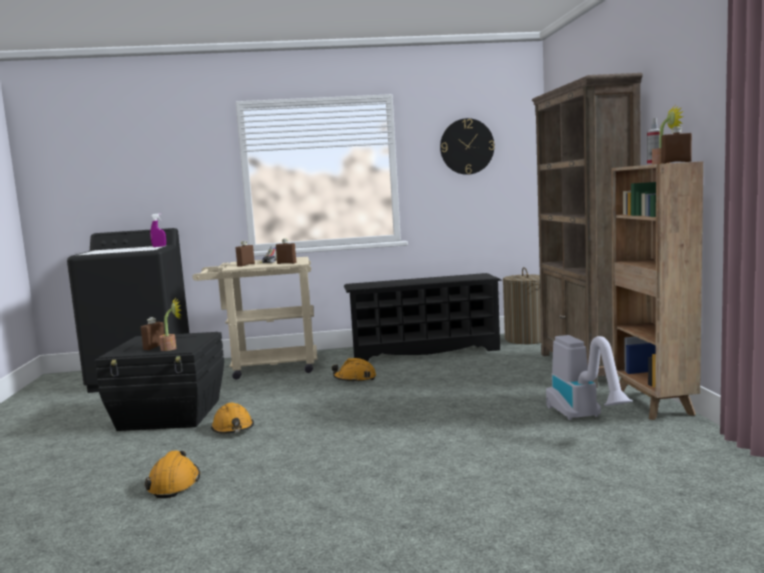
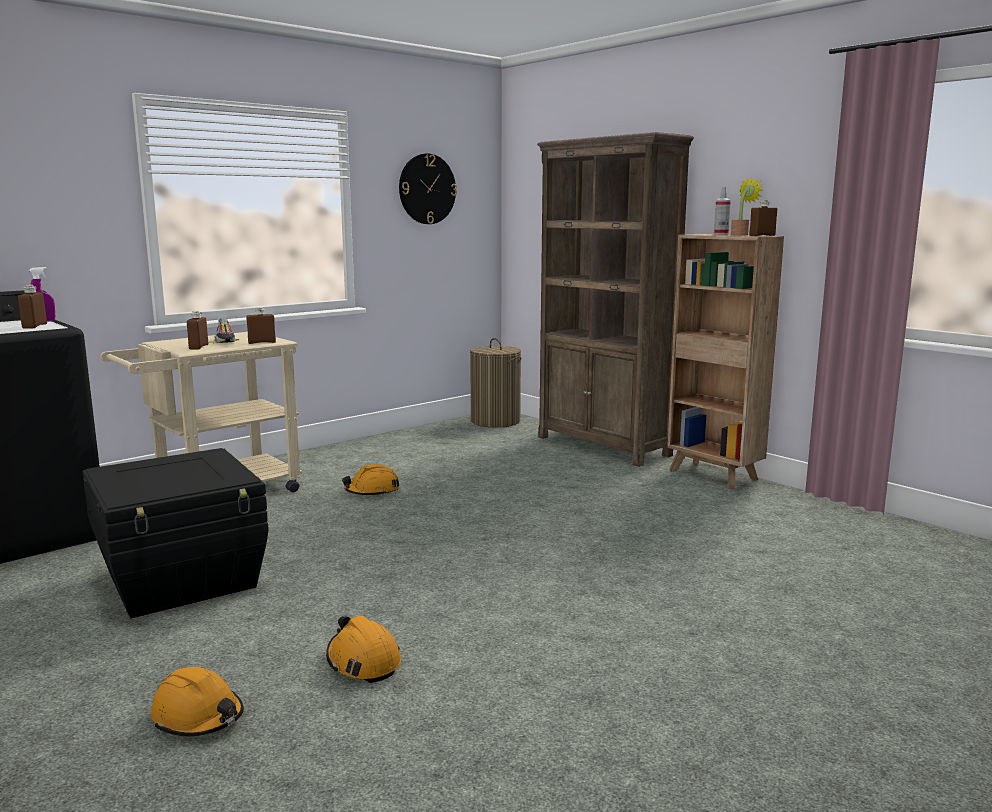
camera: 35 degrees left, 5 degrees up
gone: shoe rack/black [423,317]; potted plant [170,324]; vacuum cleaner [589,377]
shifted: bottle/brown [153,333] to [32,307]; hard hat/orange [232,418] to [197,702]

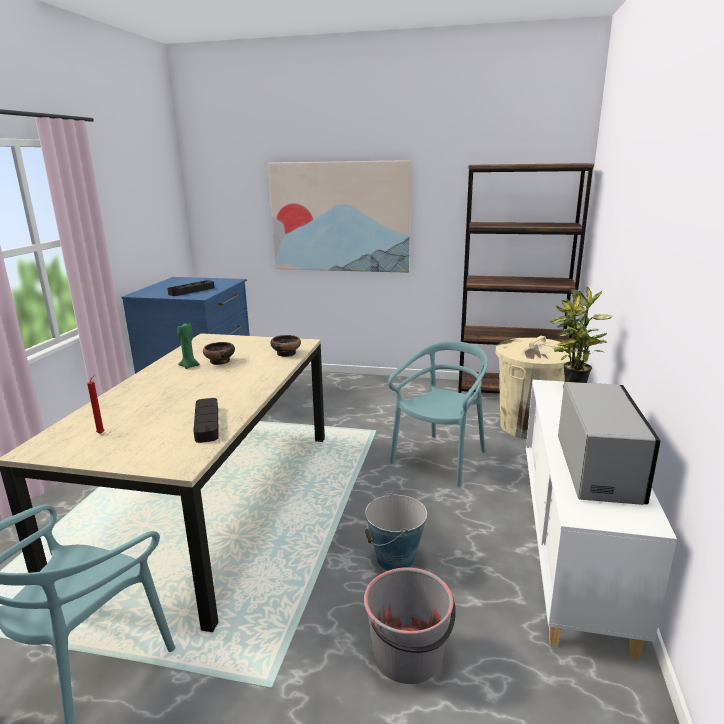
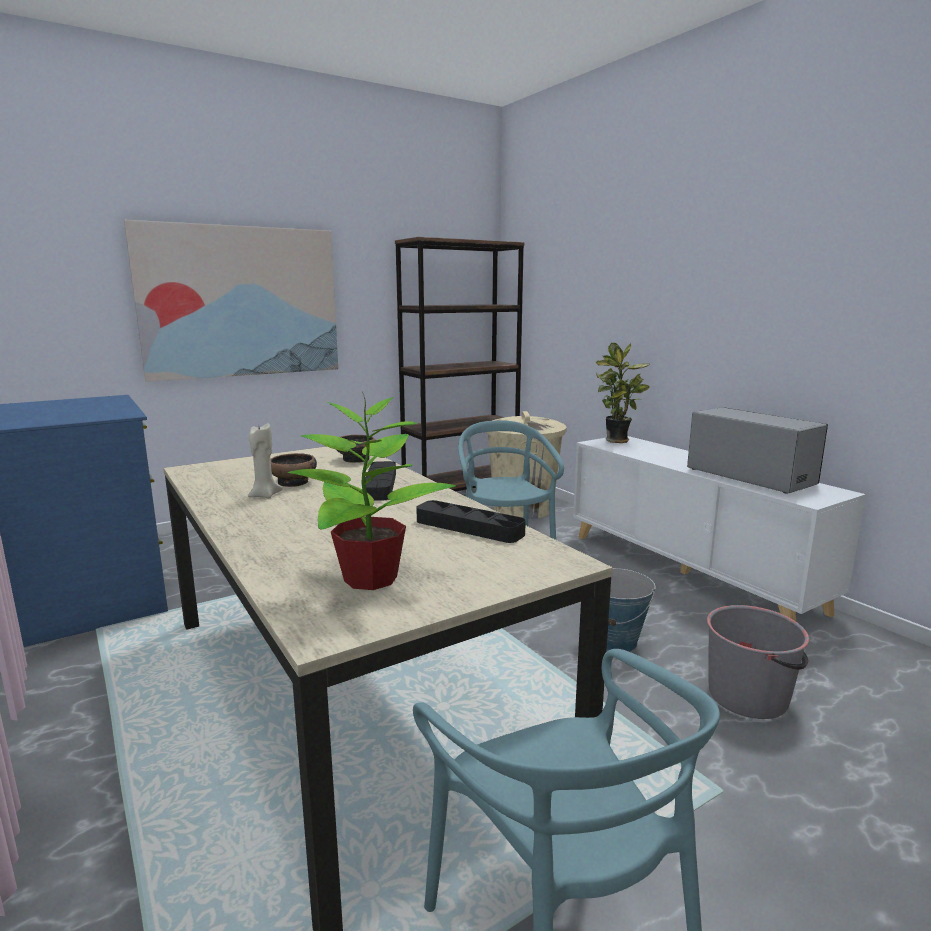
camera: 45 degrees left, 5 degrees down
shifted: tray/black [190,288] to [380,481]
swapped: candle/red [95,404] to potted plant [372,491]
repainted: candle/green [188,345] to candle/beige [265,461]

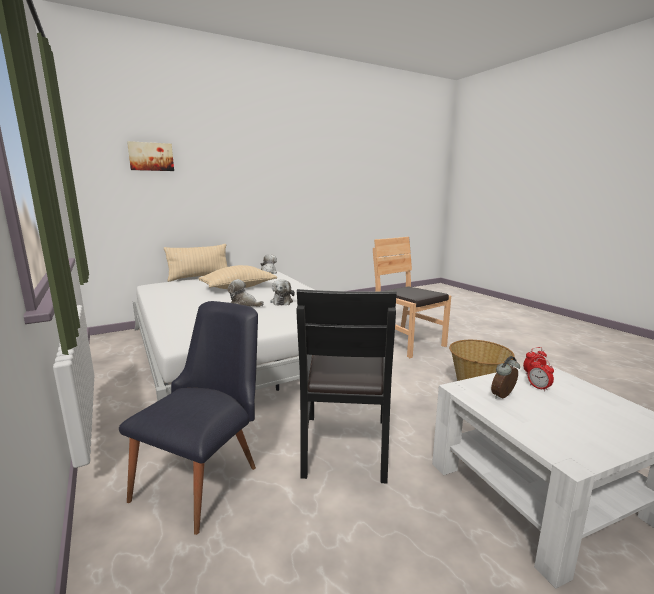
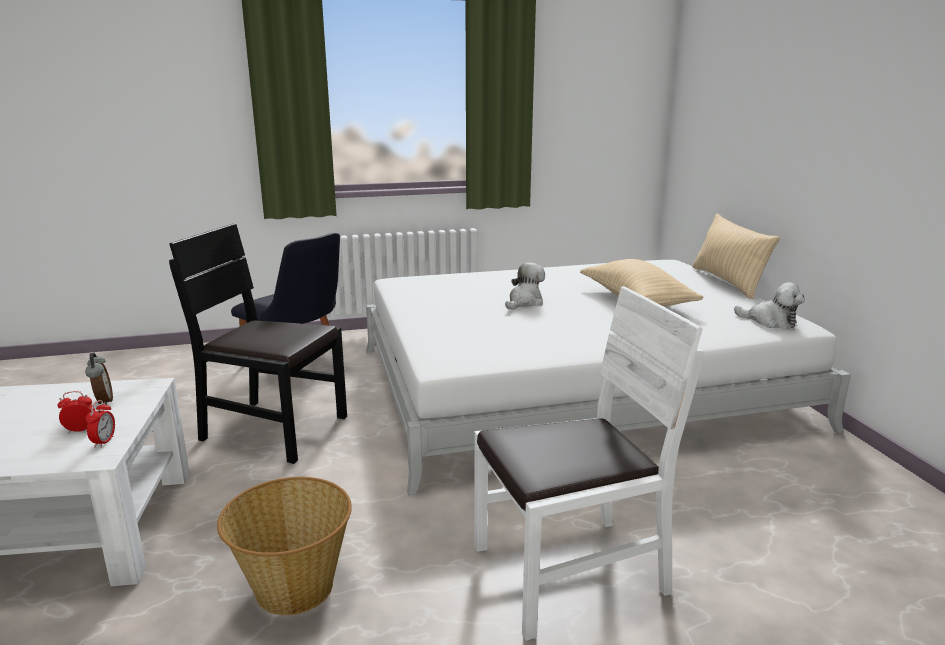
camera: 105 degrees right, 5 degrees up
gone: picture [150,156]; plush toy [282,292]
repainted: chair/brown [412,297] to chair/white [589,463]

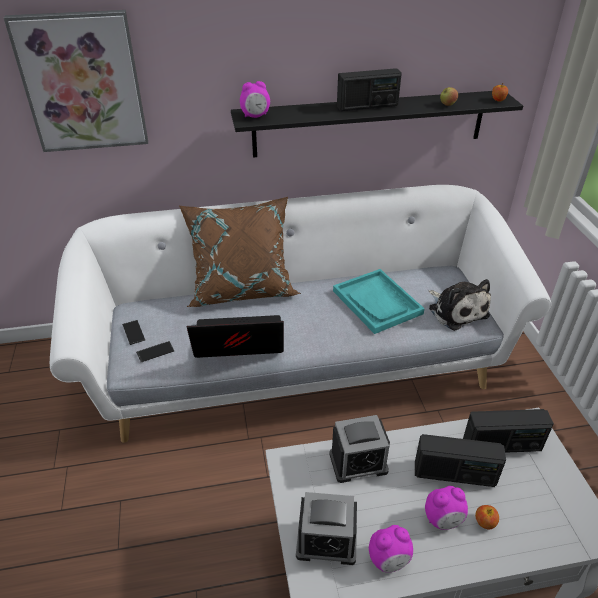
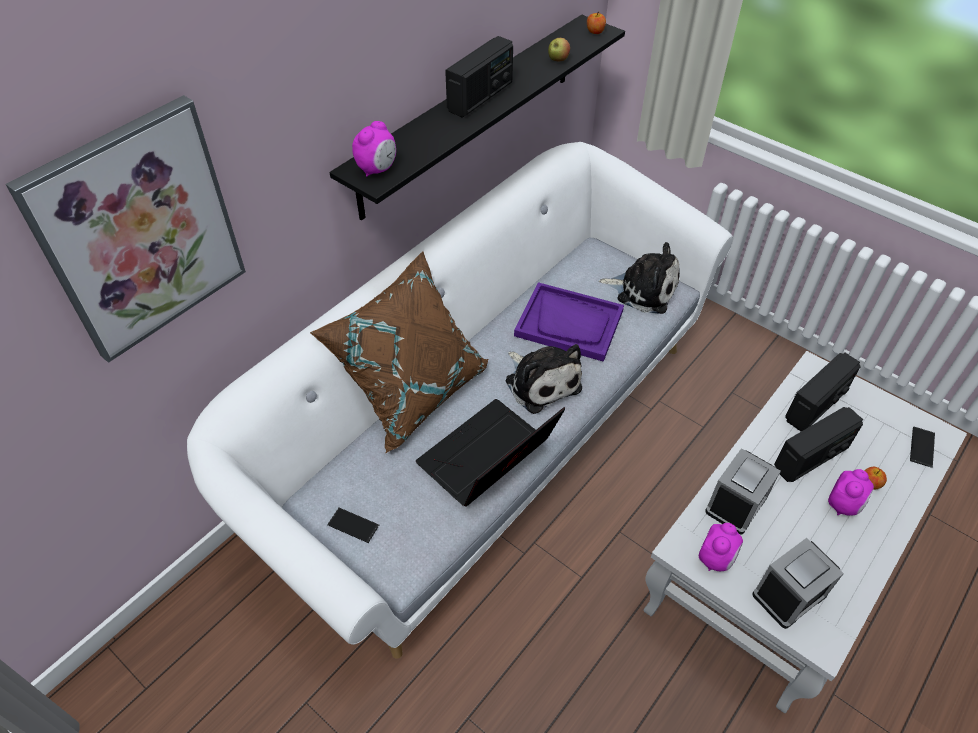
camera: 40 degrees left, 10 degrees up
new: plush toy [543,379]
shifted: phone [155,351] to [922,447]; alarm clock [391,548] to [721,547]
repainted: tray/turquoise [379,301] to tray/purple [569,322]

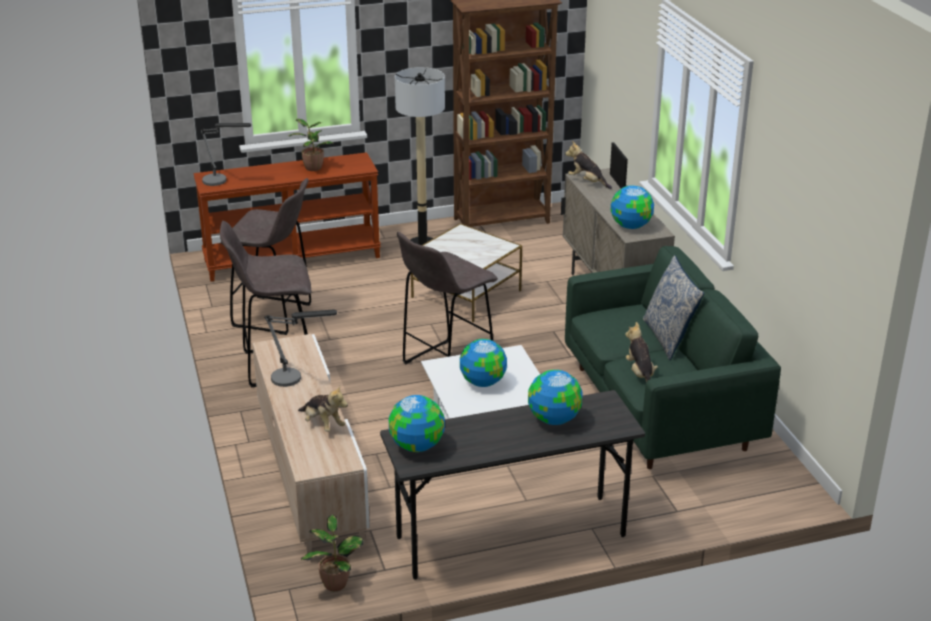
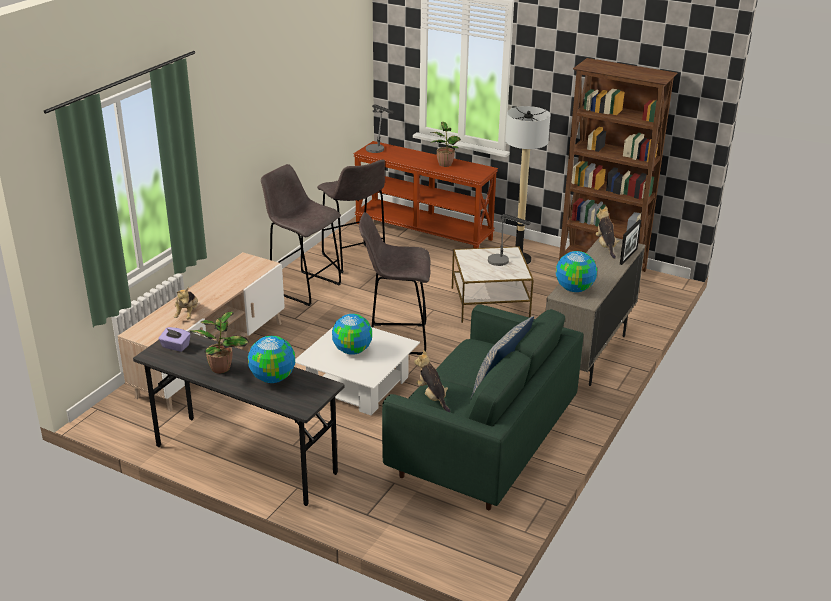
camera: 45 degrees right, 0 degrees up
shifted: table lamp [300,348] to [509,240]; potted plant [332,553] to [219,342]
swapped: globe [417,423] to tissue box/purple [174,339]
rotated: plush toy [641,352] = [432,381] 60 degrees counterclockwise

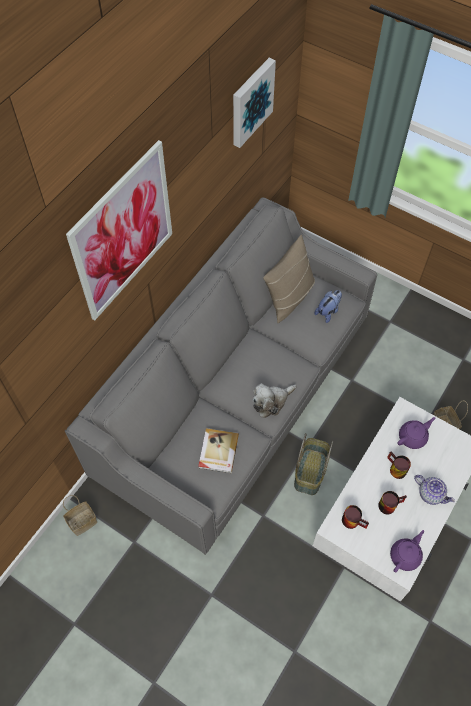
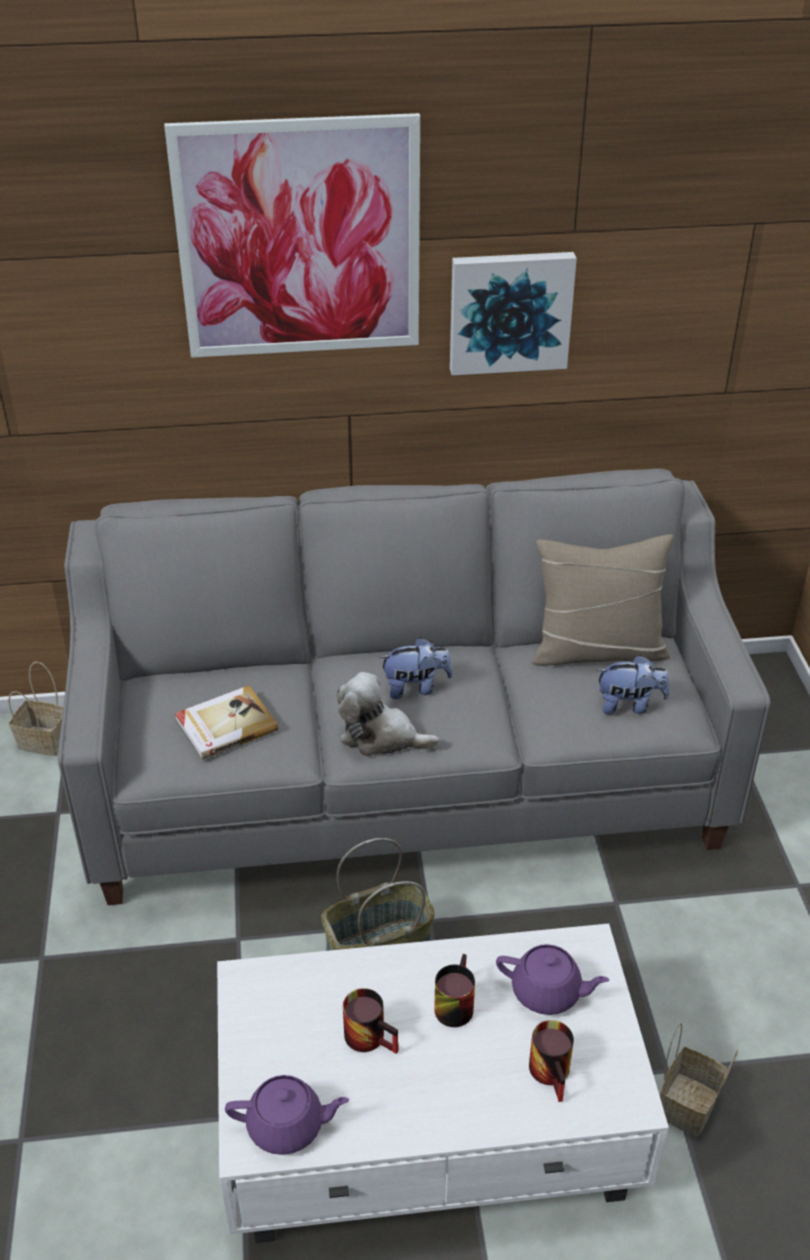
camera: 50 degrees right, 20 degrees down
gone: teapot [434,490]
new: plush toy [416,668]
shifted: picture [254,103] to [513,313]; mug [355,517] to [551,1061]

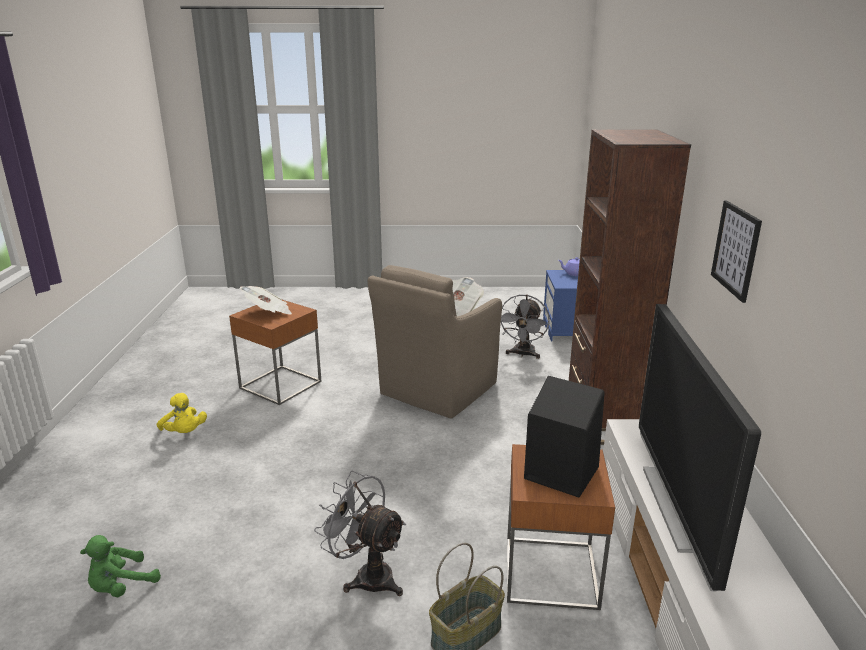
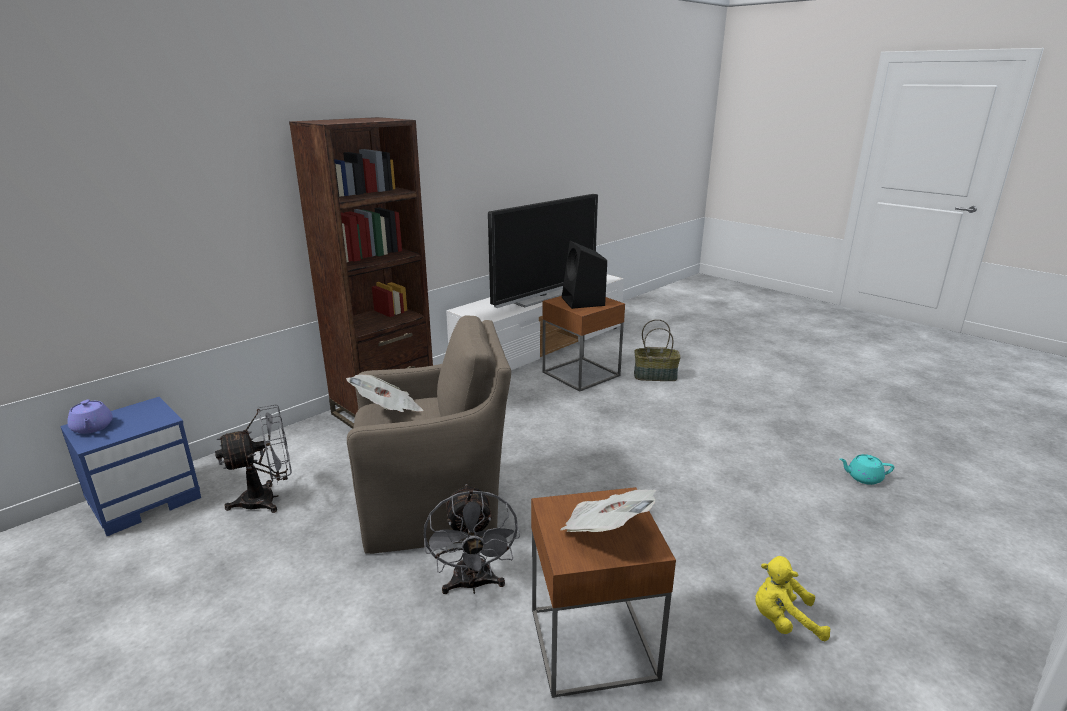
camera: 135 degrees left, 0 degrees up
gone: picture [736,252]
shifted: fan/grey [360,533] to [472,539]
swapped: plush toy/green [120,566] to teapot/turquoise [867,469]
rotated: plush toy/yellow [182,413] = [792,598] 90 degrees counterclockwise

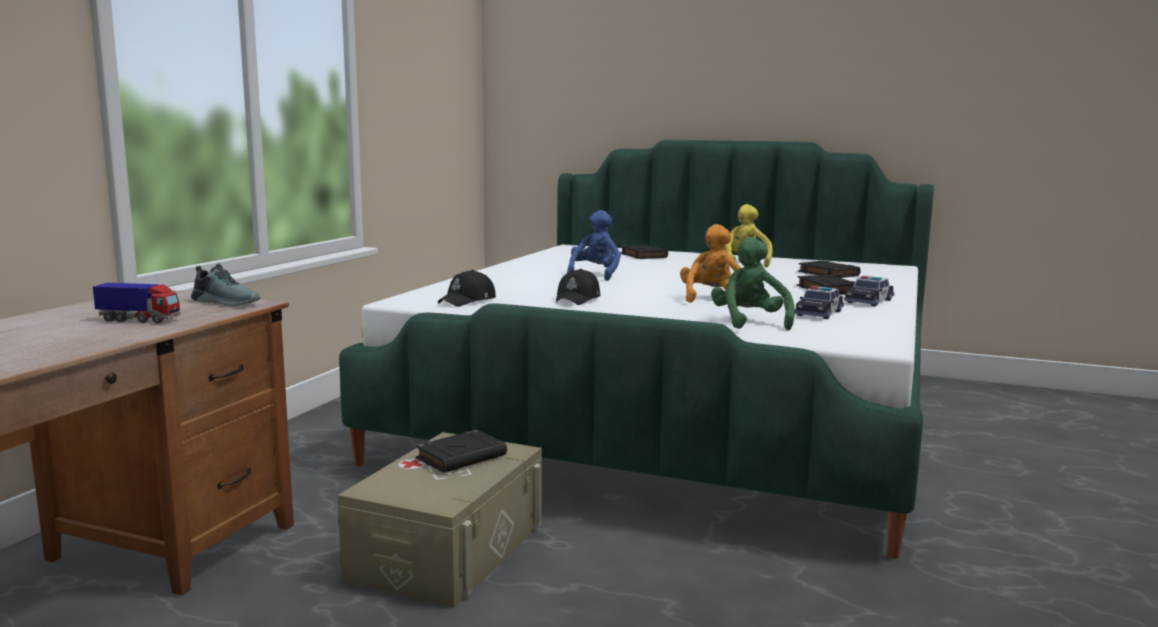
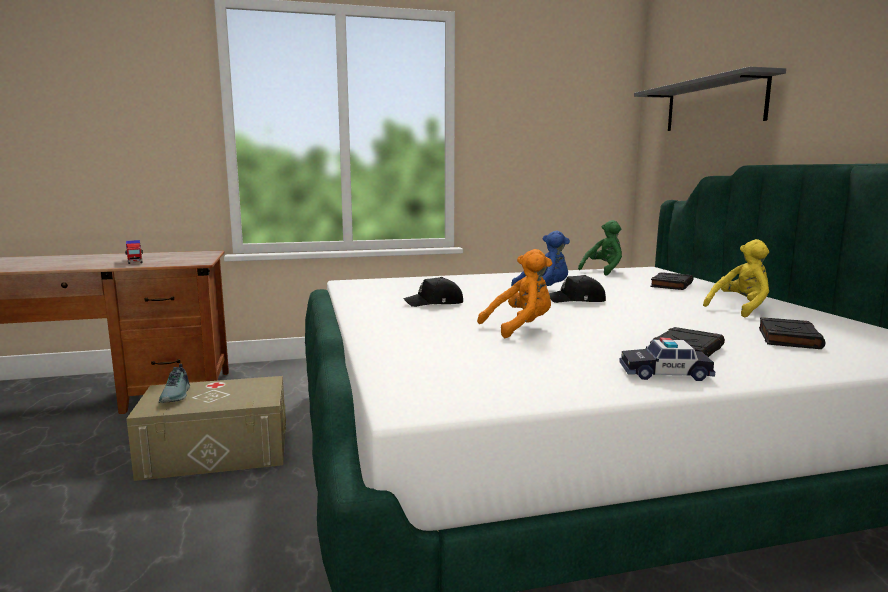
camera: 55 degrees right, 0 degrees up
gone: toy car [819,302]; book/black [461,451]
new: shelf/grey [710,98]
shifted: plush toy/green [753,283] to [600,248]; shoe [225,285] to [174,383]; cap/black [467,288] to [577,289]

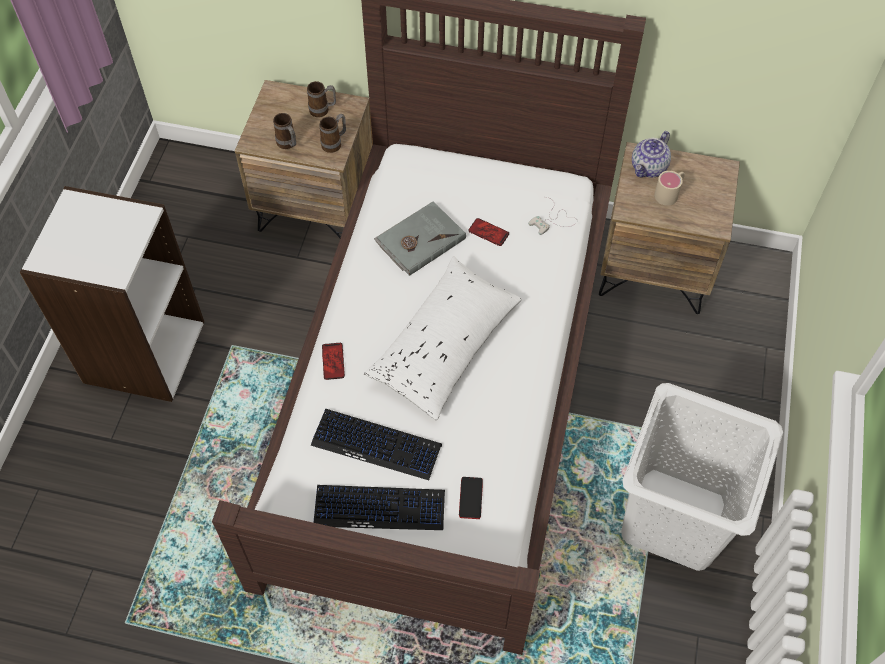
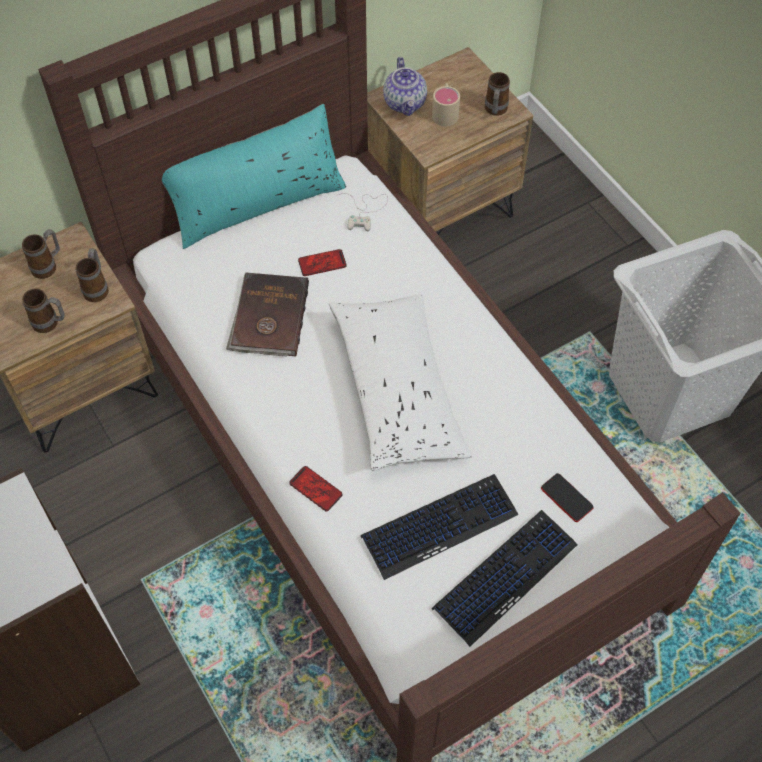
camera: 45 degrees left, 0 degrees up
new: mug [497,94]; pillow/turquoise [254,176]
repainted: book/grey [420,239] to book/brown [267,315]

